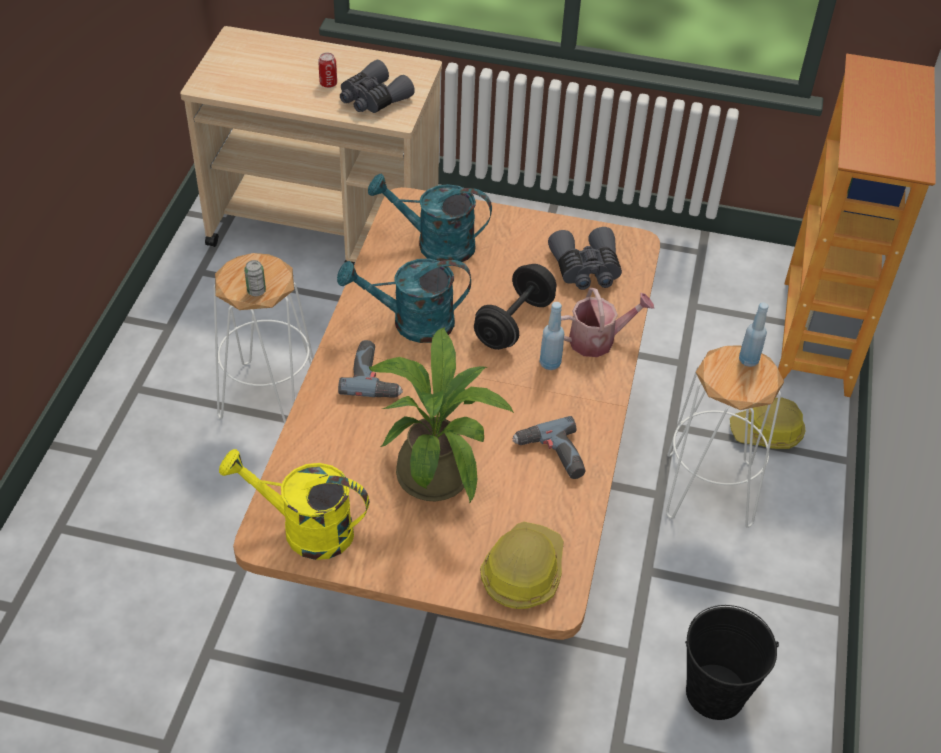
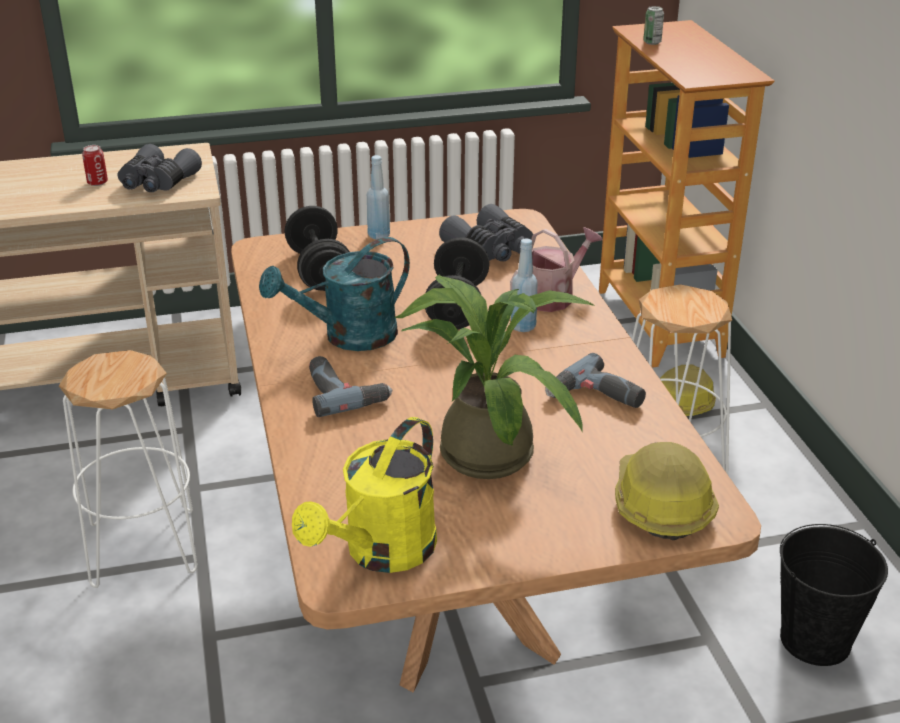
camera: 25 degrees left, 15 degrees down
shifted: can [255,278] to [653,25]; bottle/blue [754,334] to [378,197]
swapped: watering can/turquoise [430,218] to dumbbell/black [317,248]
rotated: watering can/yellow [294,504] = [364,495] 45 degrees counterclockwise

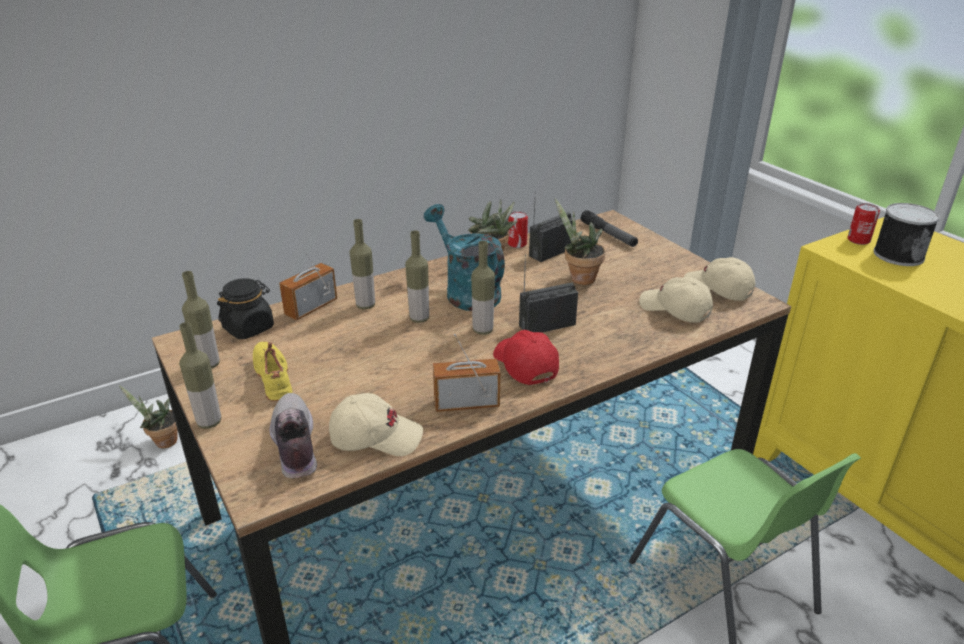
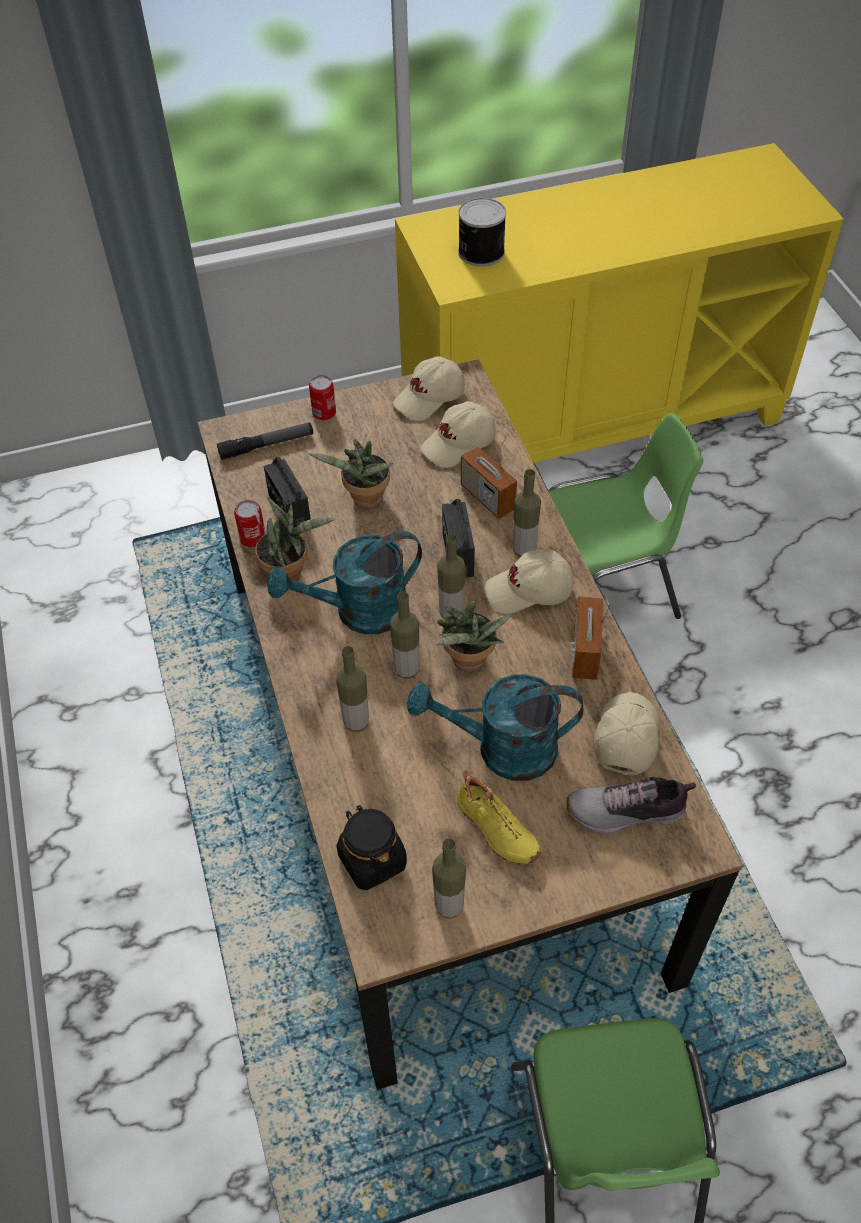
camera: 75 degrees left, 20 degrees up
new: watering can/turquoise [495,727]
shifted: can [864,224] to [322,397]; radio [308,282] to [489,476]; bottle [200,375] to [526,513]; potted plant [148,416] to [474,636]
repainted: cap/red [526,357] to cap/beige [529,582]
rotated: shoe/yellow [272,371] = [498,817] 120 degrees counterclockwise

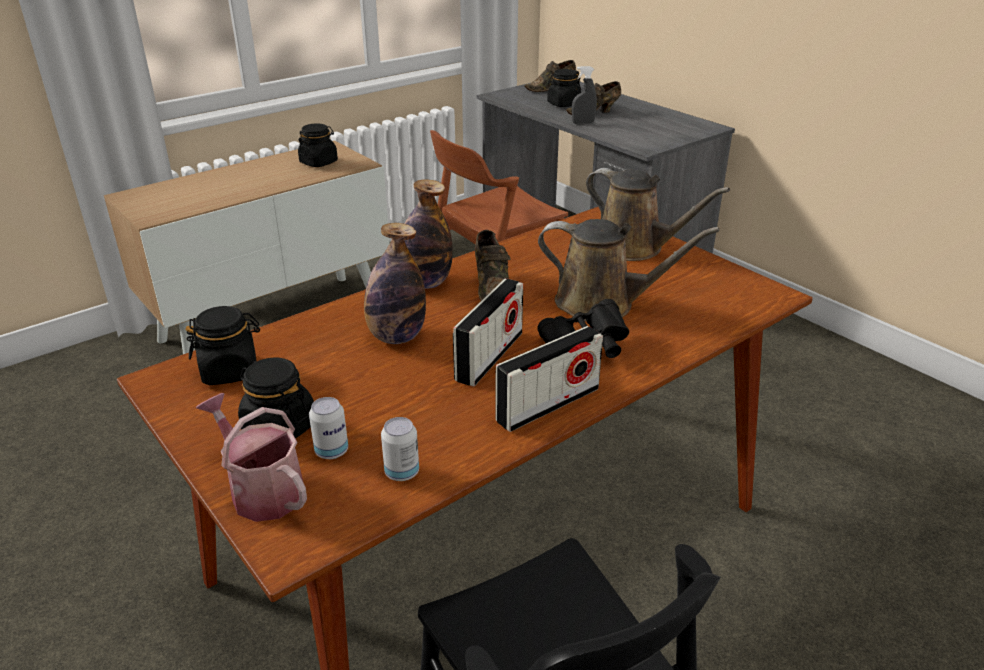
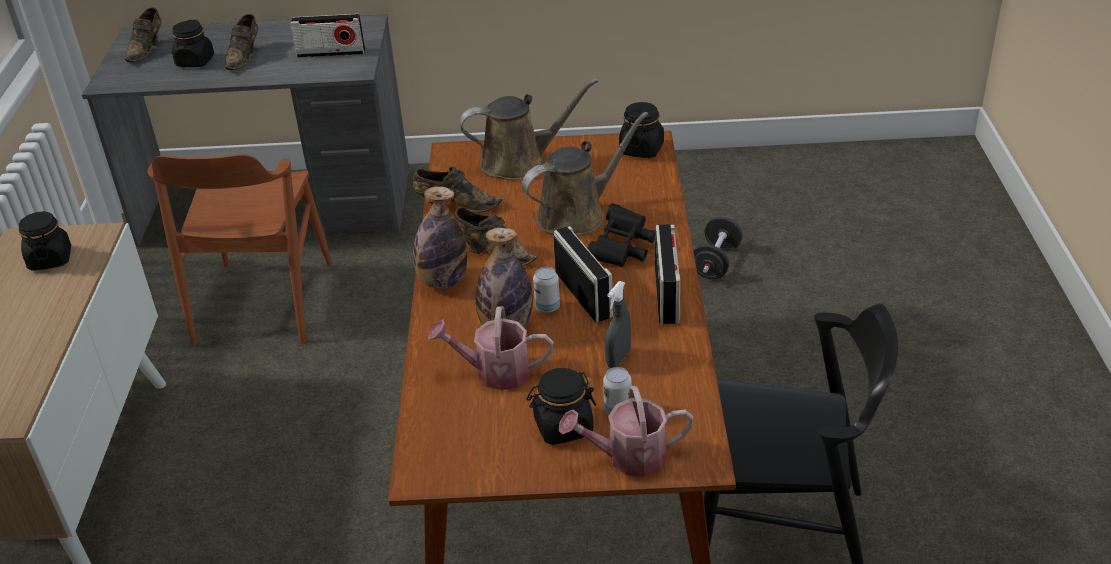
camera: 50 degrees left, 5 degrees up
new: radio [327,36]; shoe/brown [458,190]; dumbbell/black [718,248]; watering can [490,348]
shifted: spray bottle/grey [584,95] to [618,324]; jar/black [222,345] to [641,130]; can [400,449] to [546,290]

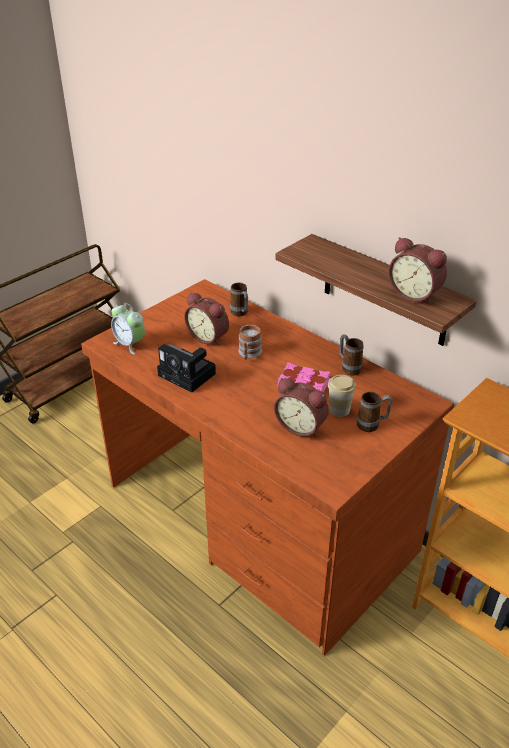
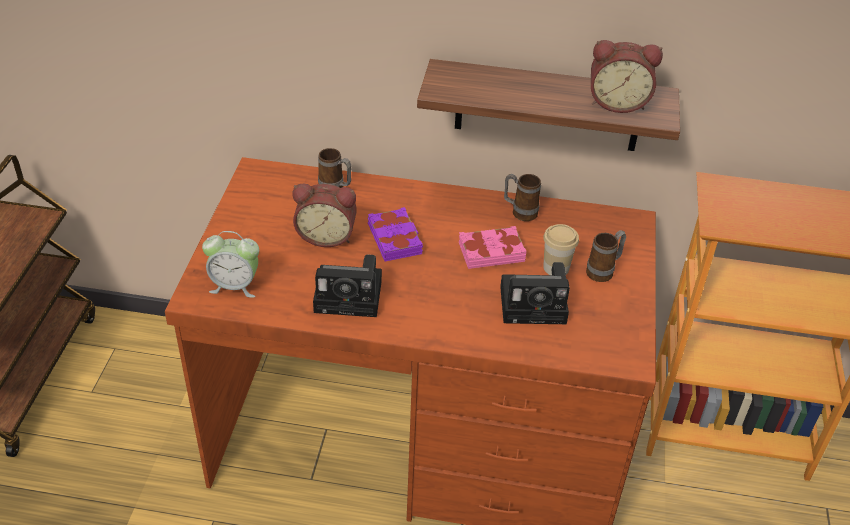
camera: 35 degrees left, 5 degrees up
swapped: mug [250,342] to book/purple [395,234]; alarm clock [301,407] to photo camera [535,293]

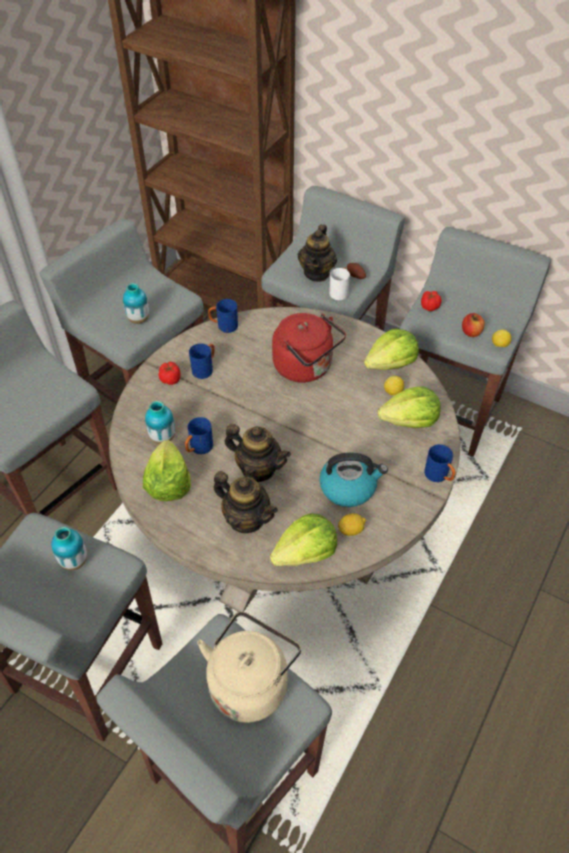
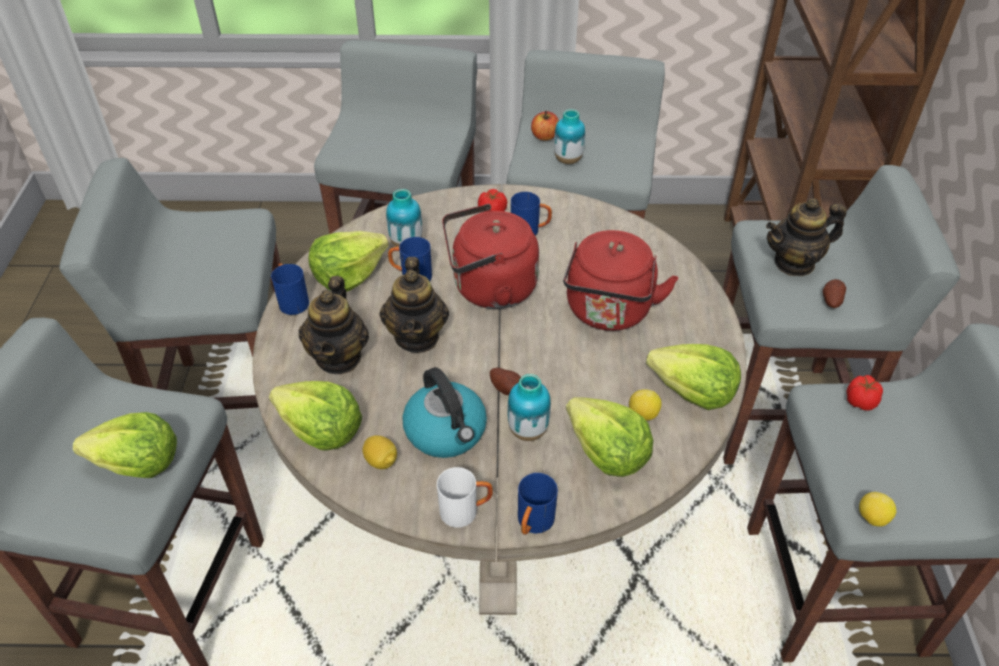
camera: 60 degrees right, 5 degrees down
new: kettle/red [490,256]; potato [505,381]
shifted: mug/white [339,283] to [465,497]; mug/blue [223,316] to [290,289]; apple [473,325] to [545,126]; vase [69,548] to [529,407]
swapped: kettle/beige [249,667] to lettuce [125,445]

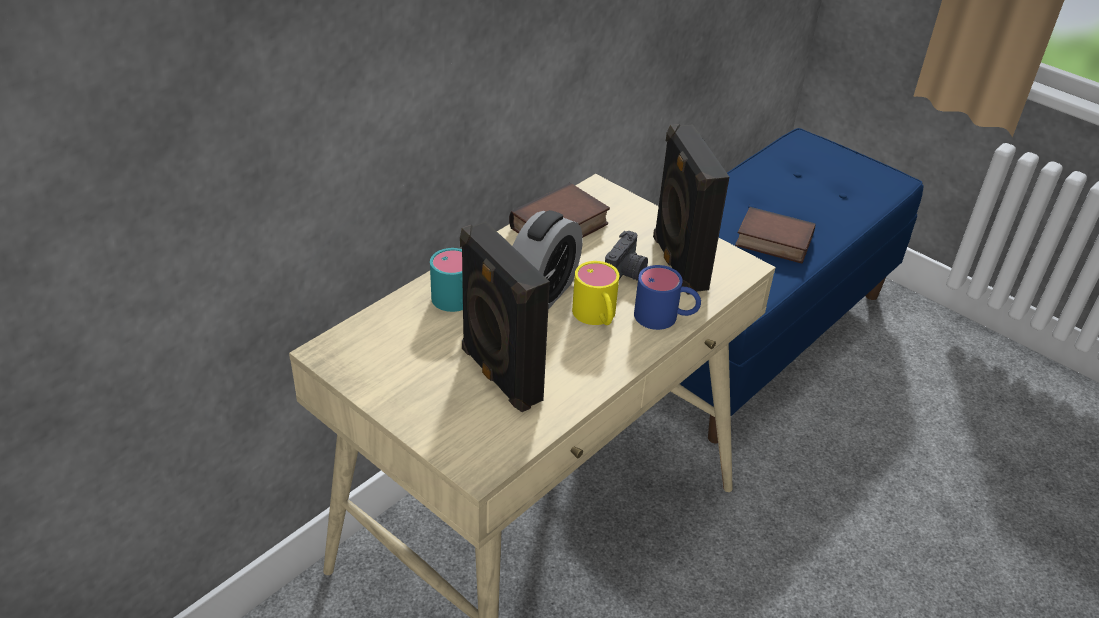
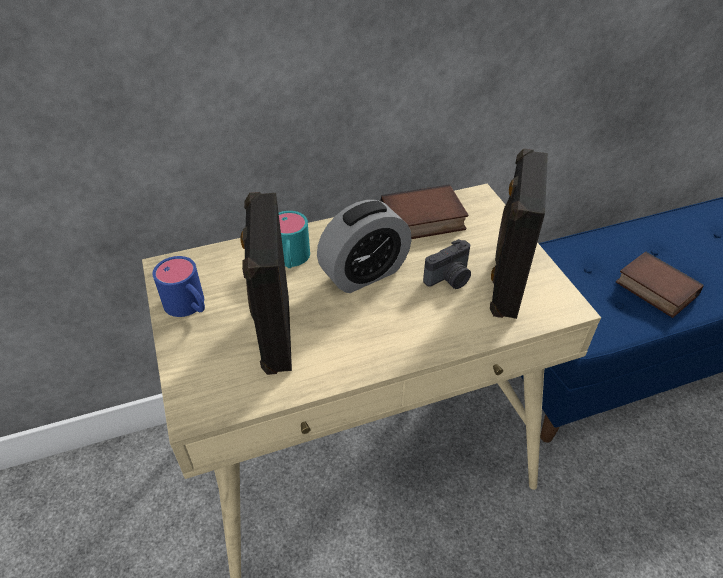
camera: 30 degrees right, 5 degrees up
gone: mug/yellow [595,293]
shifted: mug/blue [667,297] to [179,286]

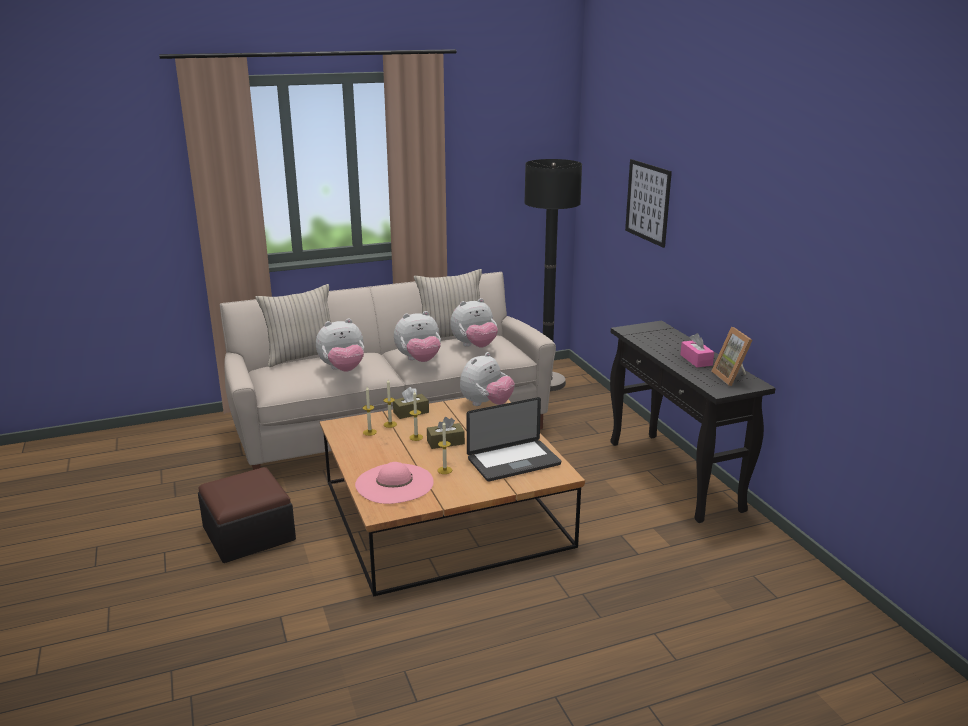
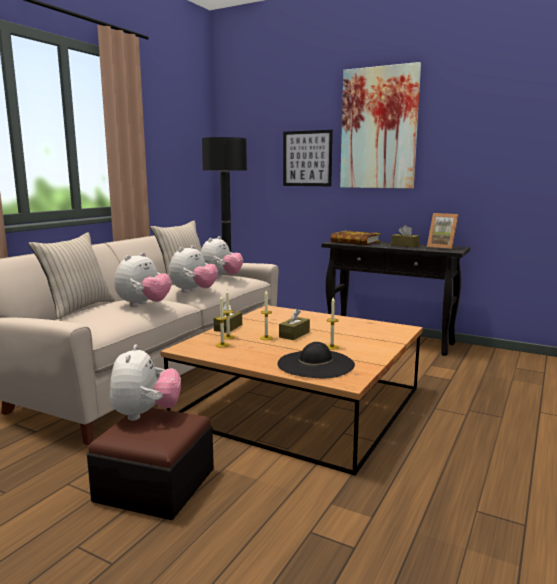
camera: 40 degrees left, 10 degrees down
gone: laptop [513,439]
new: picture [380,125]; book [356,238]
shifted: plush toy [487,379] to [145,383]
repainted: tissue box/pink [697,350] to tissue box/brown [405,236]; hat/pink [394,483] to hat/black [316,360]

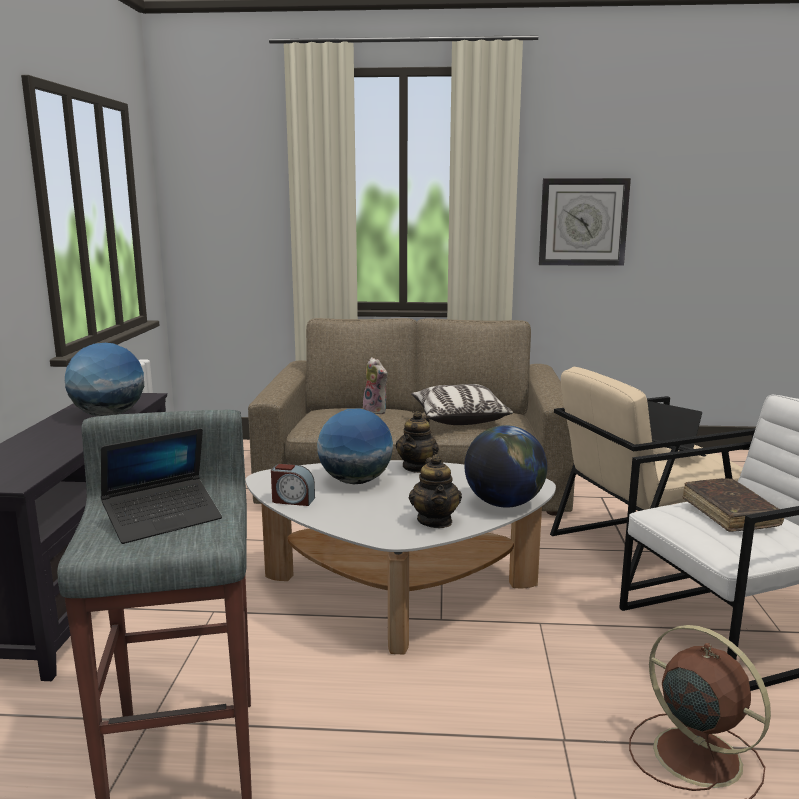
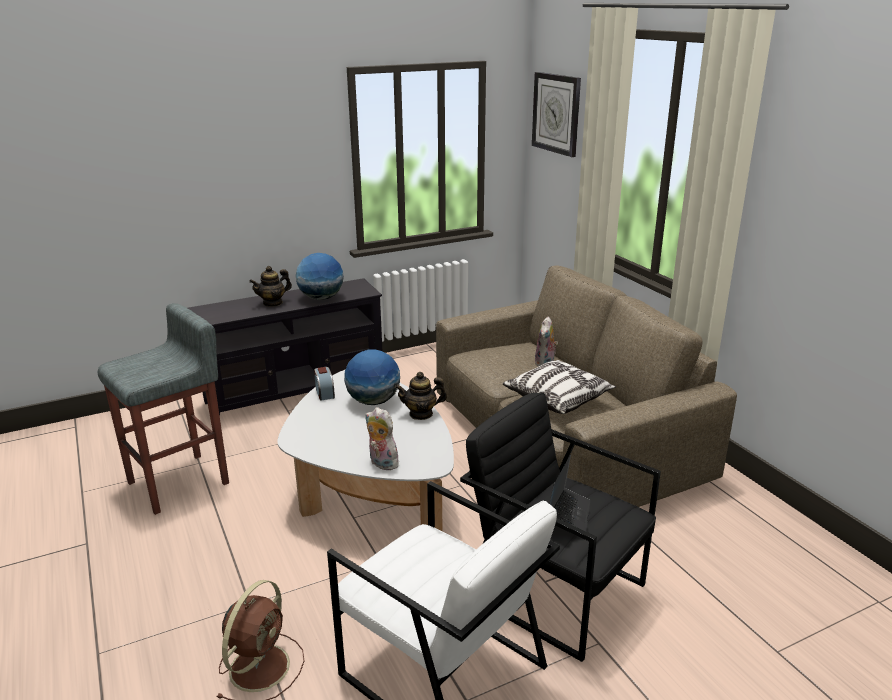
camera: 60 degrees right, 10 degrees up
gone: laptop [161,486]; book/brown [733,505]
shifted: wall clock [585,222] to [556,114]; teapot [435,491] to [270,286]
swapped: globe [505,466] to plush toy [382,438]
repainted: armchair/beige [653,479] to armchair/black [560,527]

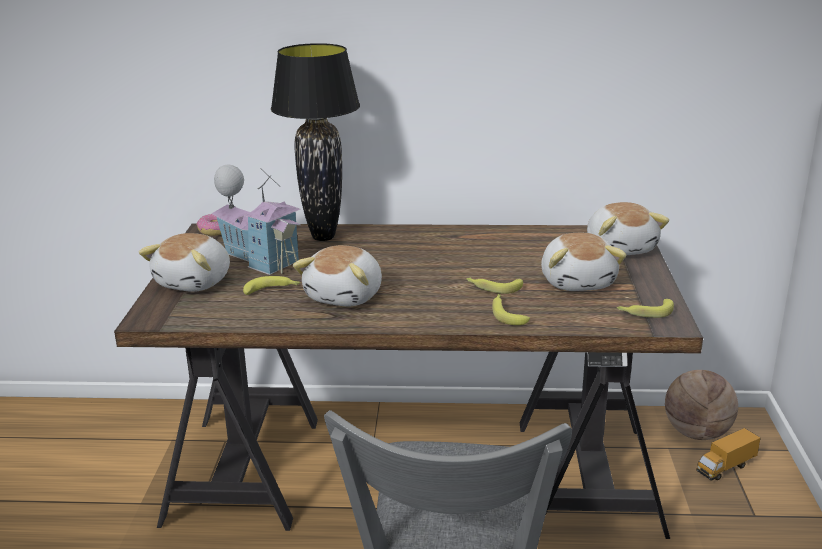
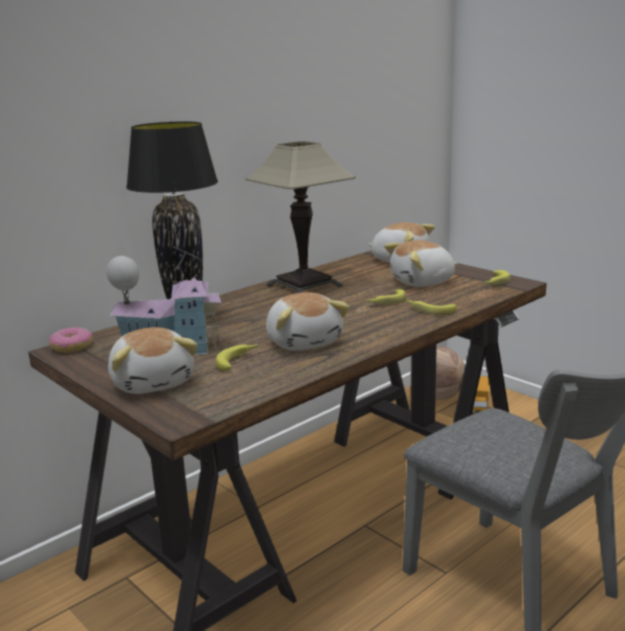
camera: 45 degrees left, 5 degrees down
new: table lamp [300,217]
rotated: plush toy [584,262] = [420,263] 120 degrees clockwise

